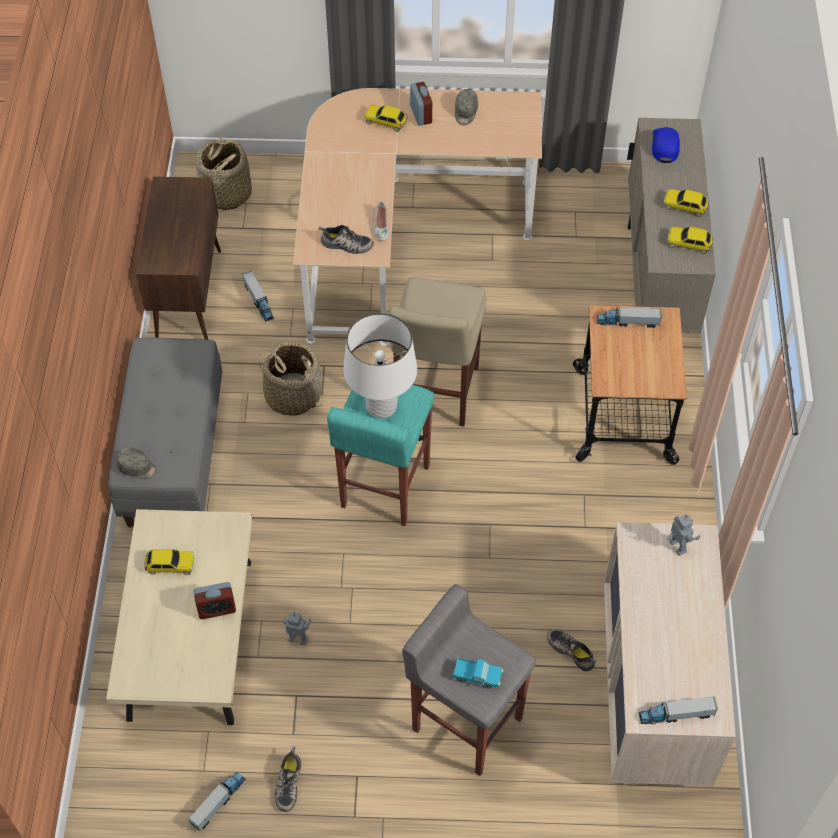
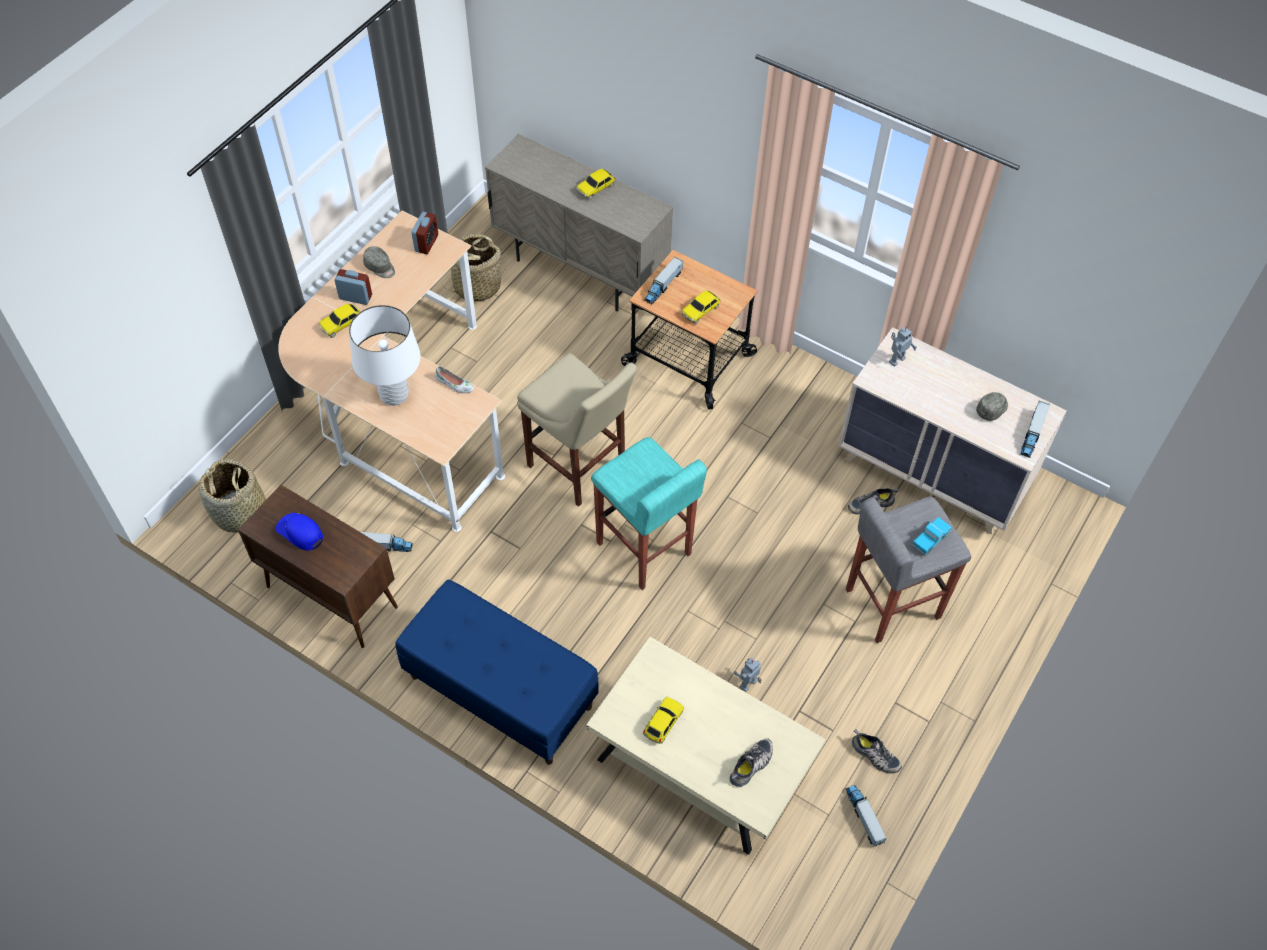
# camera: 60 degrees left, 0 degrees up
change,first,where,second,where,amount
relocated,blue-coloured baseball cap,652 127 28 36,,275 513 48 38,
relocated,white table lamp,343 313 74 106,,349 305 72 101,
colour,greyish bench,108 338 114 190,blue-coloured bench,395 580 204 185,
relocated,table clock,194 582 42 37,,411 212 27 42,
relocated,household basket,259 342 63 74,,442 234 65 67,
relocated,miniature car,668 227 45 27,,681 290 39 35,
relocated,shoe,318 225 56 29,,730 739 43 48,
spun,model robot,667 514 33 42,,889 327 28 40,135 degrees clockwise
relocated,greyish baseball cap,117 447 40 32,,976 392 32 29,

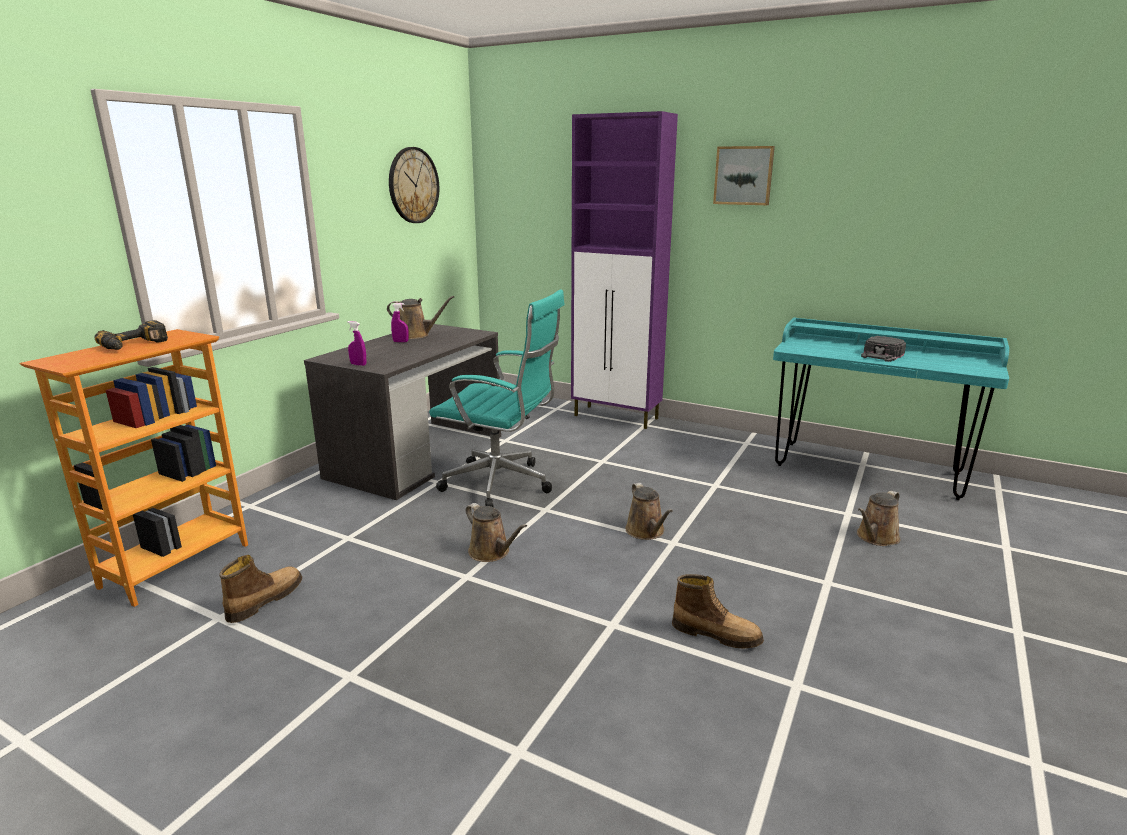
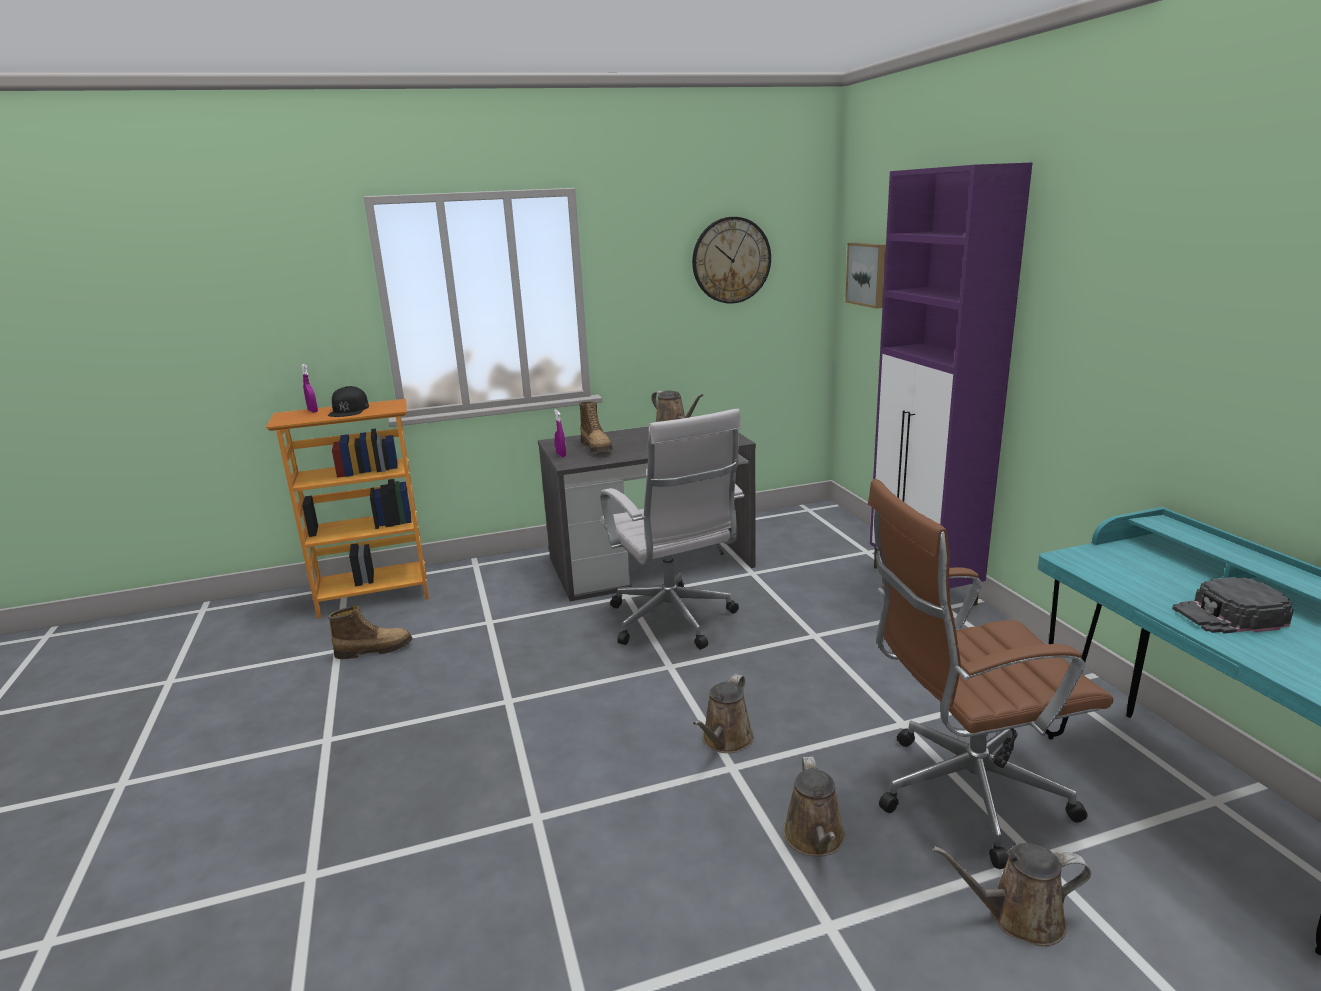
# camera: 45 degrees right, 0 degrees up
change,first,where,second,where,amount
relocated,purple hand sprayer,391 303 18 39,,301 364 17 49,
exchanged,electric drill,94 320 74 30,blackish baseball cap,328 386 41 31,
relocated,tall boot,672 574 92 74,,579 401 34 52,
colour,blue-green desk chair,429 290 136 217,white desk chair,600 409 145 240,
relocated,brownish sprinkling can,466 503 61 59,,783 756 62 101,
relocated,picture,713 146 62 59,,845 242 41 67,
appeared,,,brownish desk chair,868 479 245 390,

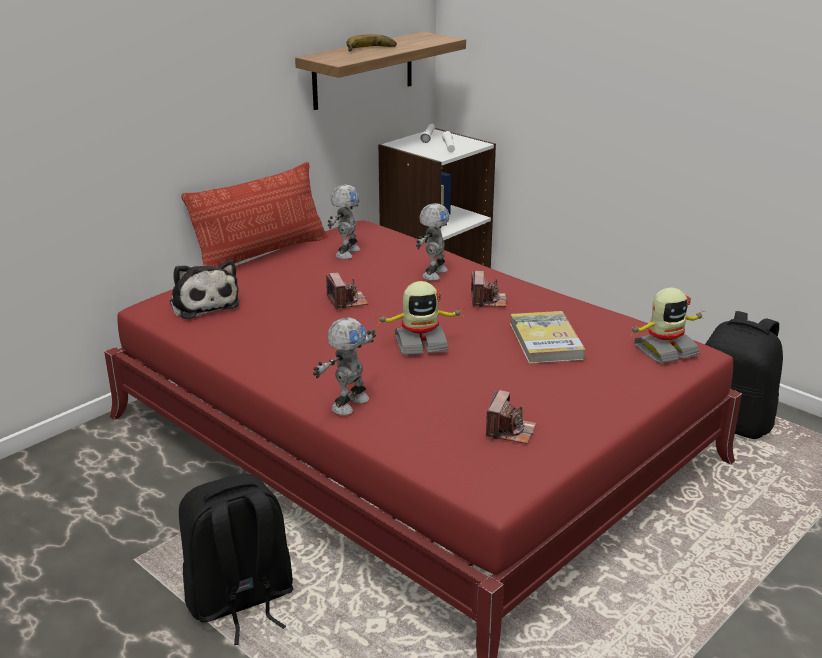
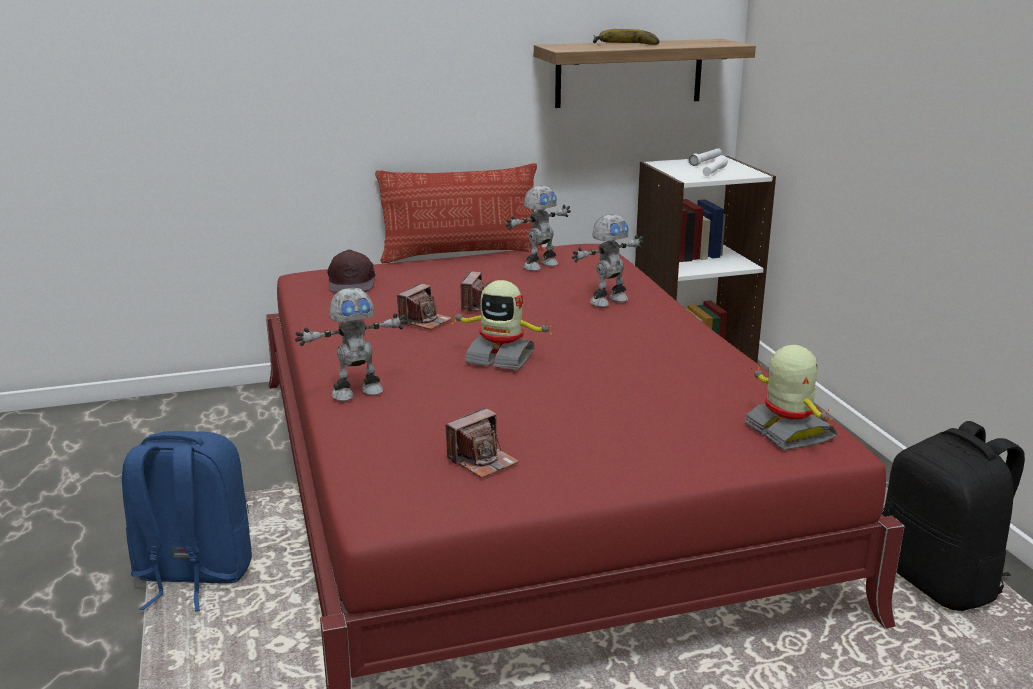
# camera: 30 degrees right, 5 degrees down
change,first,where,second,where,amount
colour,blackish rucksack,179 473 115 172,blue-coloured rucksack,122 431 130 181,
exchanged,soft toy,170 260 70 60,brownish baseball cap,327 249 48 44,
relocated,photo camera,471 271 36 37,,397 284 55 46,
spun,model robot,628 288 77 76,,744 345 93 105,120 degrees counterclockwise
missing,bound book,510 311 75 53,,,

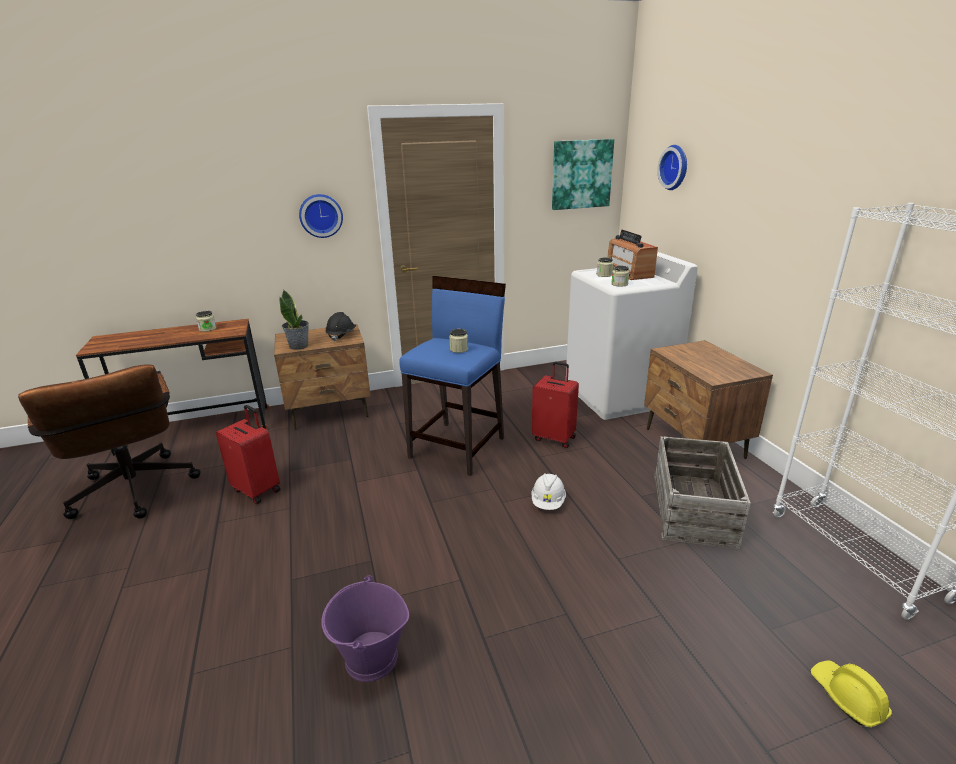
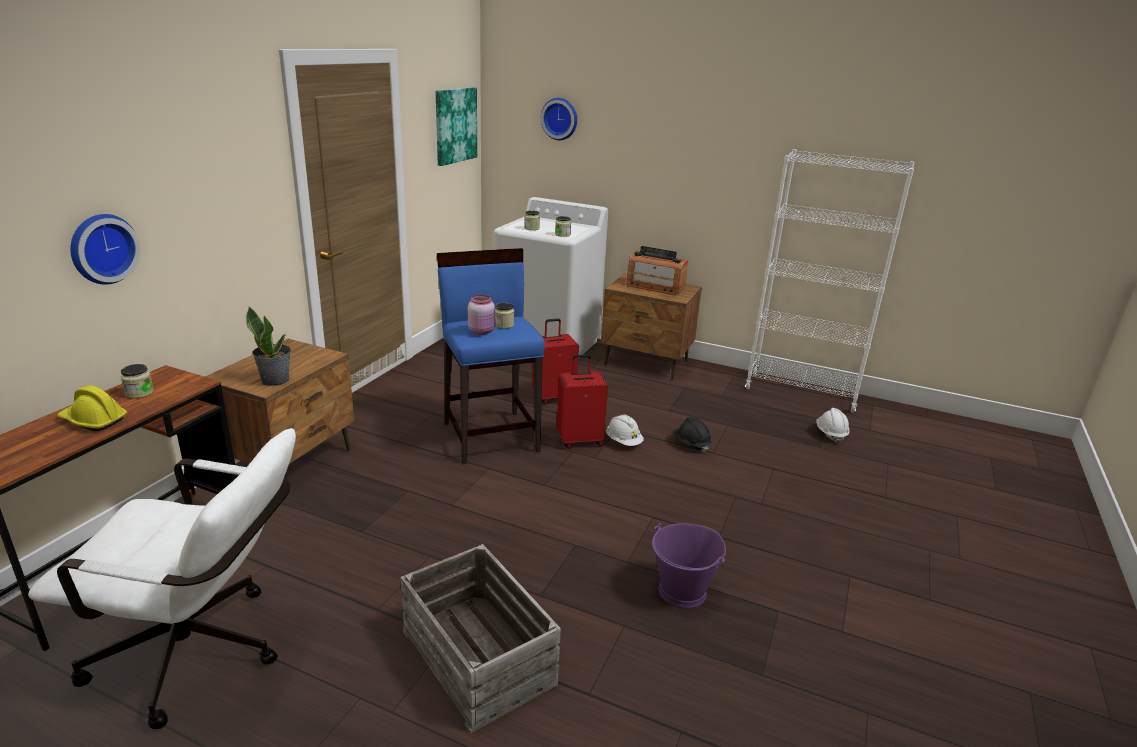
# camera: 50 degrees left, 0 degrees up
change,first,where,second,where,amount
colour,brownish desk chair,18 364 183 155,white desk chair,28 428 268 301,
relocated,yellowish work helmet,811 660 81 67,,57 386 70 46,
relocated,wall clock,299 194 44 44,,70 214 71 71,
relocated,packing crate,654 436 97 113,,400 544 161 189,
appeared,,,pink preserve jar,468 295 27 40,
relocated,red-coloured suitcase,216 405 64 99,,557 354 51 94,
relocated,radio set,607 230 51 50,,626 246 62 50,
relocated,blackish work helmet,326 312 30 29,,673 417 38 35,
appeared,,,white work helmet,816 408 34 36,

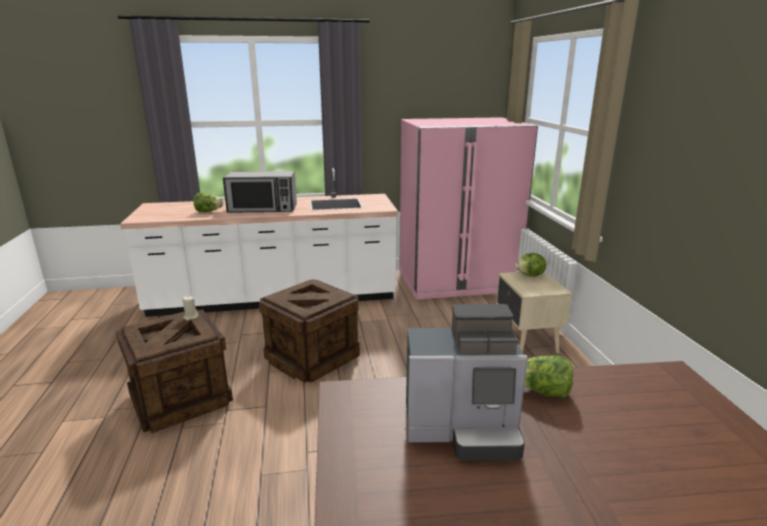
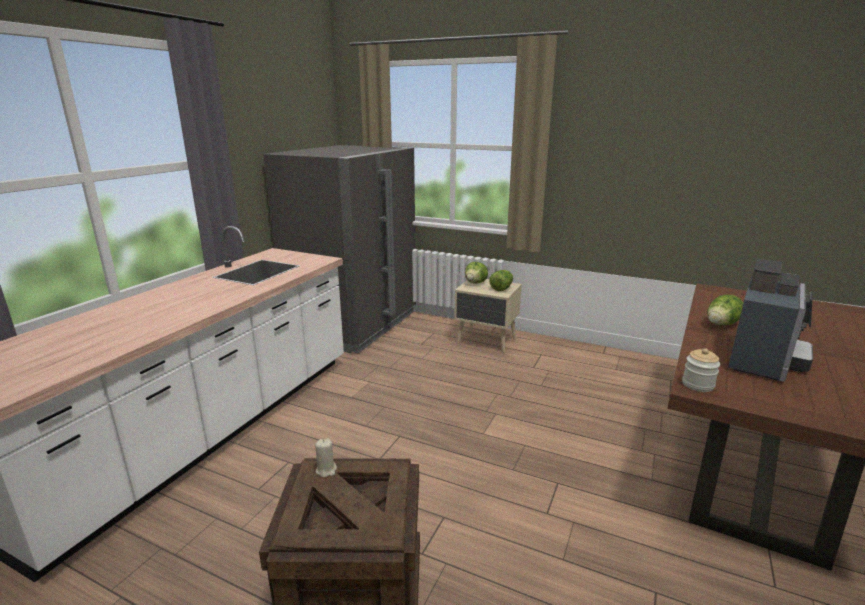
# camera: 55 degrees left, 0 degrees up
change,first,where,second,where,amount
colour,pink kitchen fridge,399 117 139 182,greyish kitchen fridge,263 145 153 208,
relocated,head of lettuce,194 192 29 20,,489 270 24 21,
appeared,,,preserve jar,682 348 38 44,
missing,kitchen microwave,223 171 74 42,,,
missing,packing crate,259 279 101 104,,,

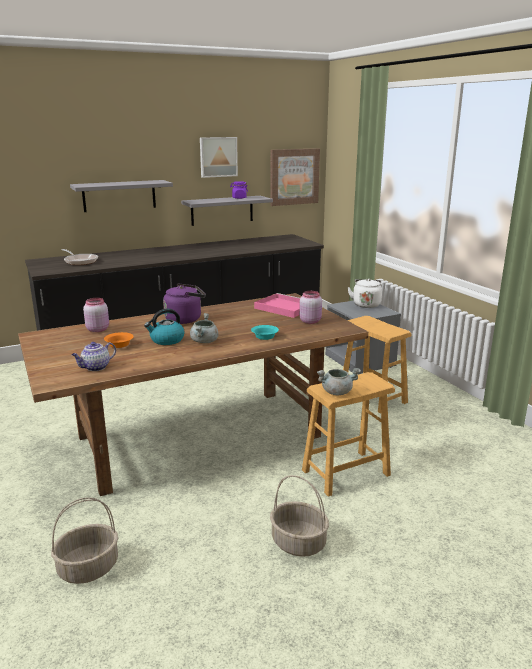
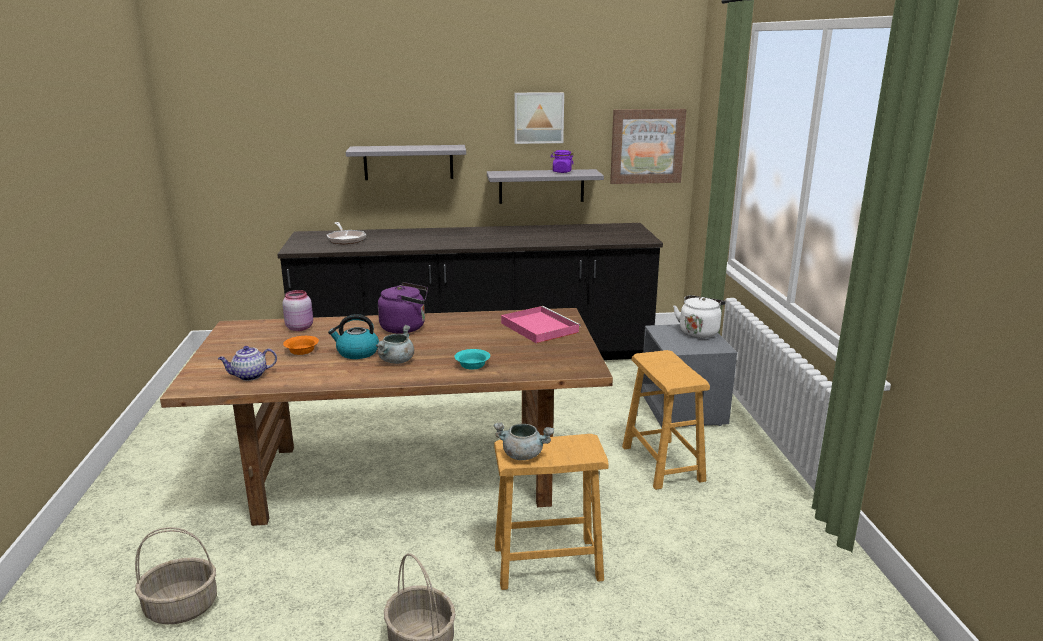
# camera: 20 degrees right, 0 degrees up
change,first,where,second,where,amount
missing,pink preserve jar,299 291 23 33,,,

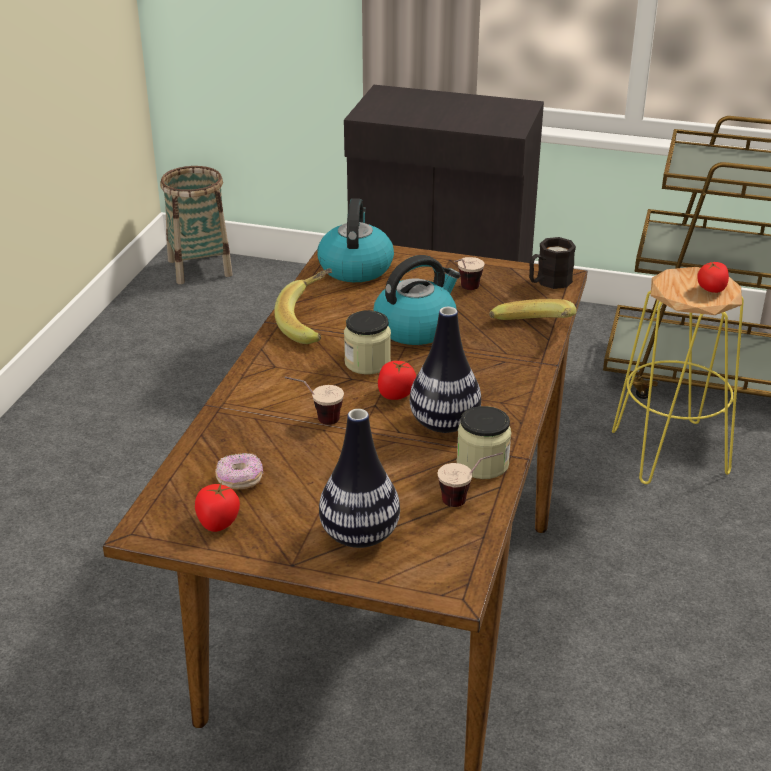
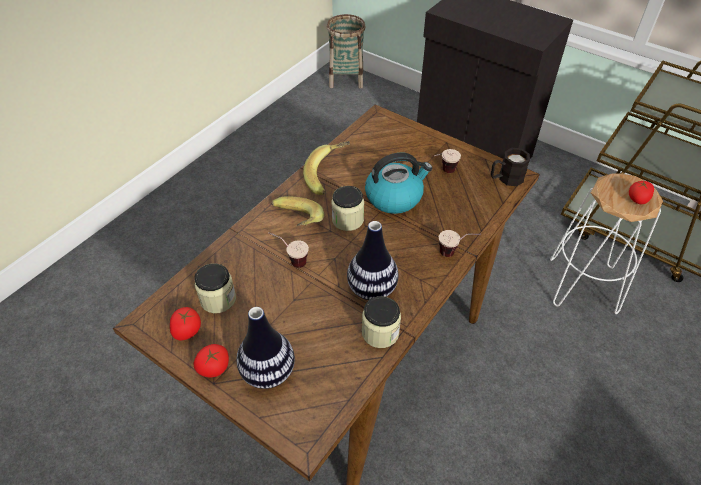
# camera: 20 degrees right, 15 degrees up
change,first,where,second,where,amount
exchanged,ring doughnut,215 453 48 37,preserve jar,194 263 42 50,
relocated,whole tomato,378 361 38 39,,194 344 35 33,
relocated,banana,489 299 87 21,,272 196 52 30,
relocated,cup,437 452 66 55,,439 230 42 27,
colour,yellowish stool,612 267 132 217,white stool,550 173 113 141,
missing,tea kettle,317 198 77 84,,,

